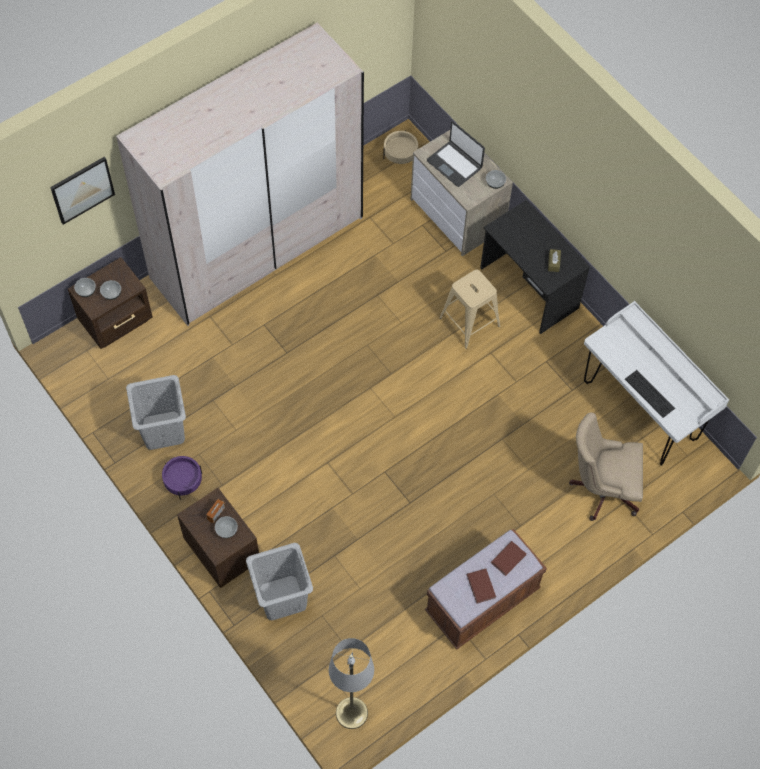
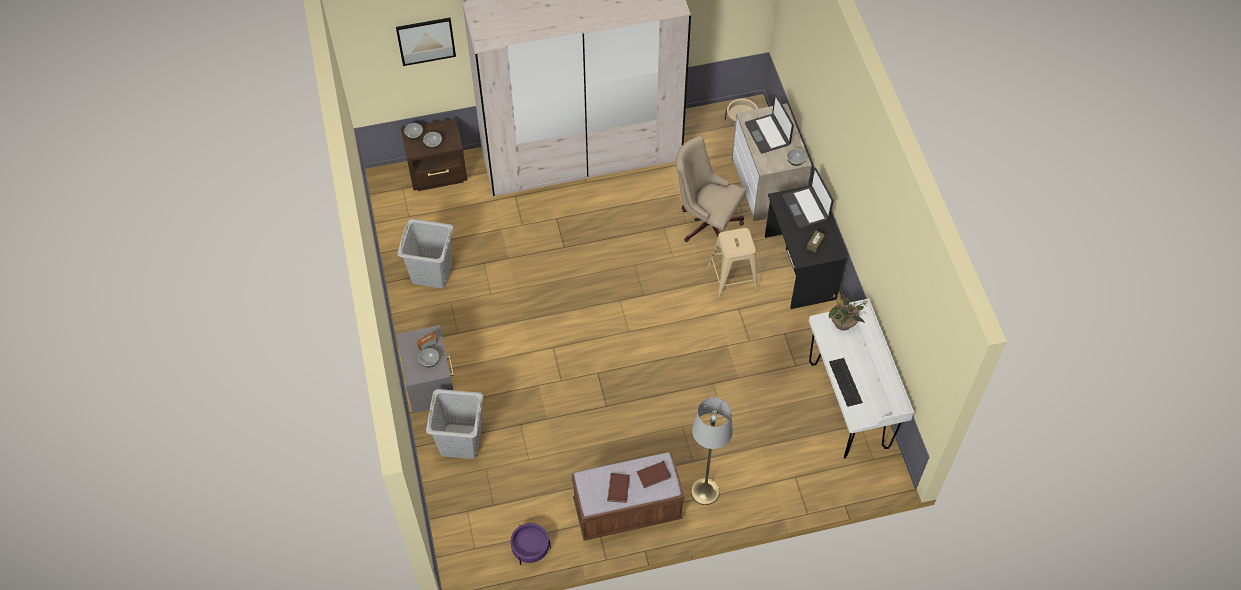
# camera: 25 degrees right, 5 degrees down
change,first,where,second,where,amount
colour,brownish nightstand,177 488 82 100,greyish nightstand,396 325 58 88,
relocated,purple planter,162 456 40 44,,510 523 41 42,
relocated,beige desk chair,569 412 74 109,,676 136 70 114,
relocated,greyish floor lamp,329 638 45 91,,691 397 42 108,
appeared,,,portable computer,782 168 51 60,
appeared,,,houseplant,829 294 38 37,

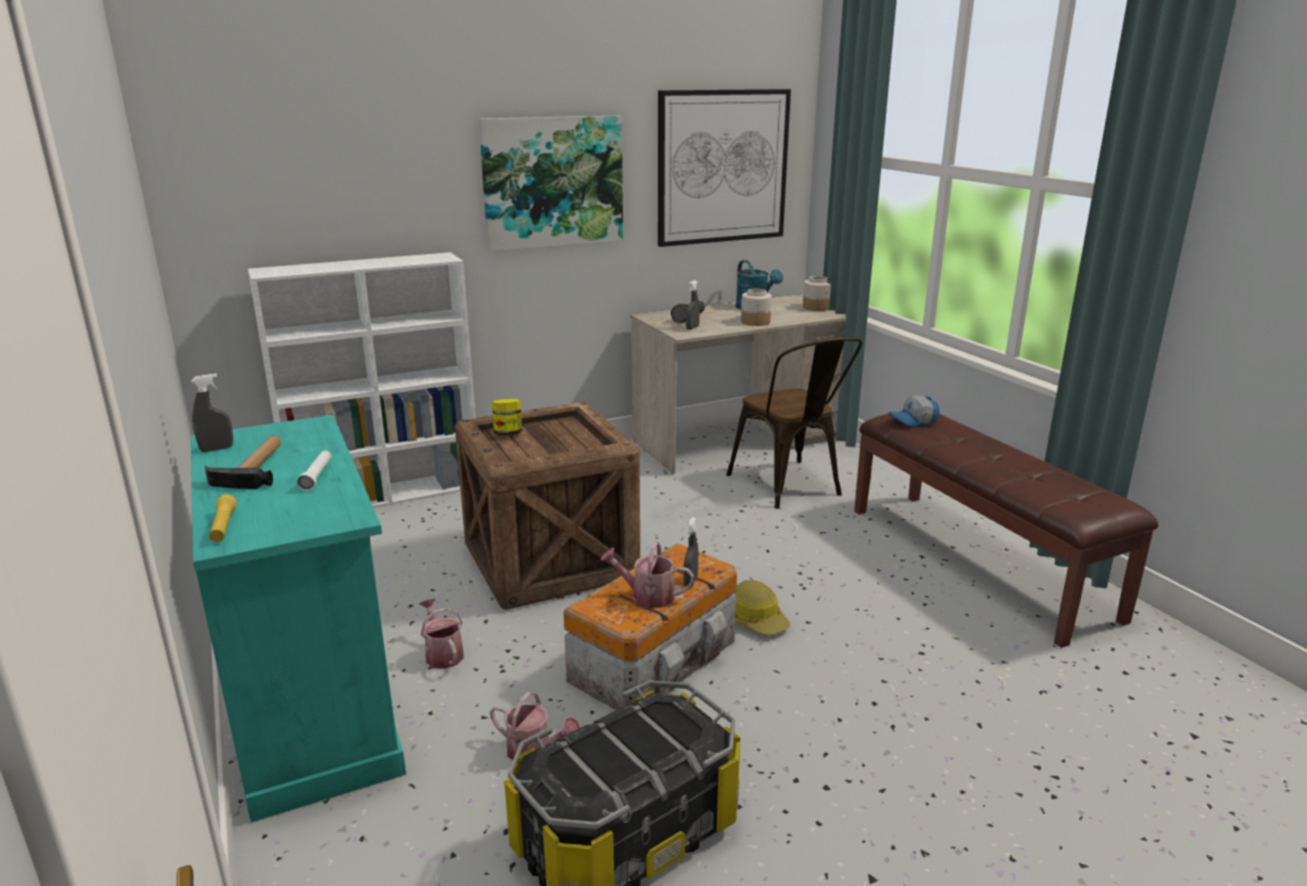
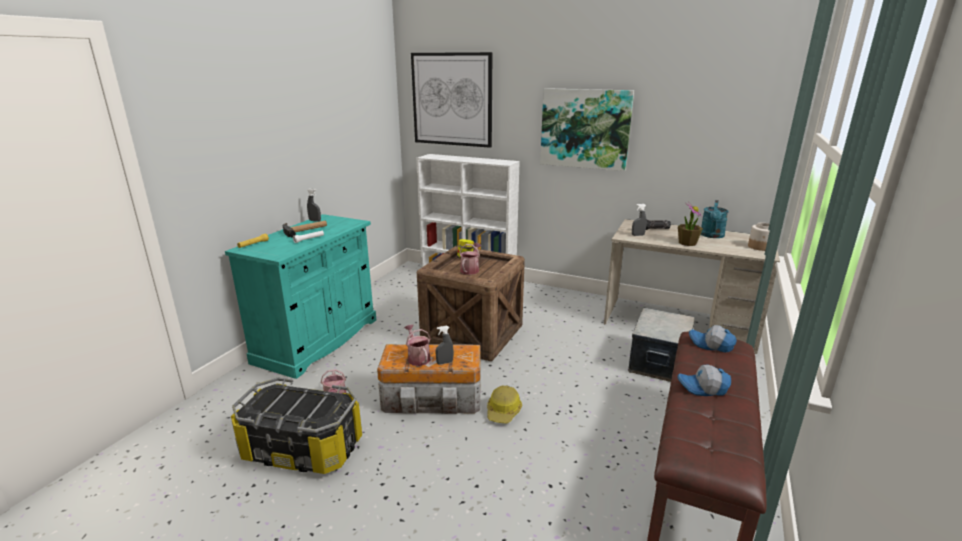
# camera: 50 degrees right, 0 degrees up
change,first,where,second,where,amount
relocated,picture,658 89 133 158,,411 52 82 96,
relocated,sprinkling can,419 598 45 71,,459 243 22 32,
exchanged,brownish chair,726 337 136 172,storage box,628 308 67 74,
appeared,,,baseball cap,677 364 54 32,
exchanged,preserve jar,741 289 31 37,houseplant,678 203 25 43,

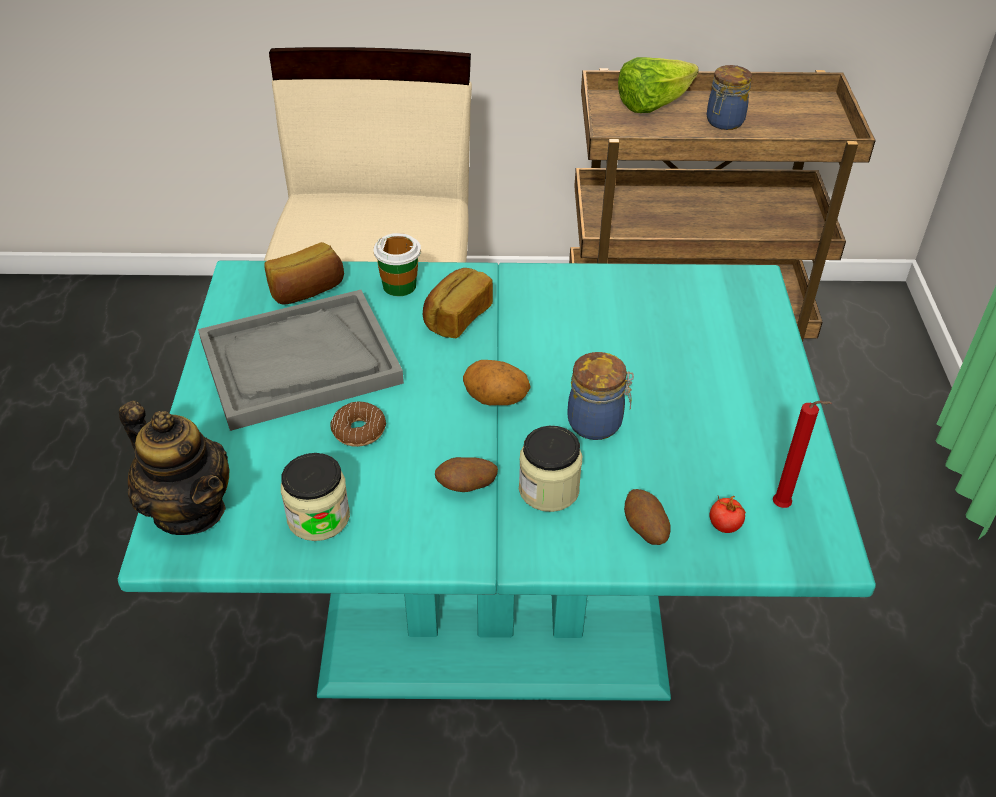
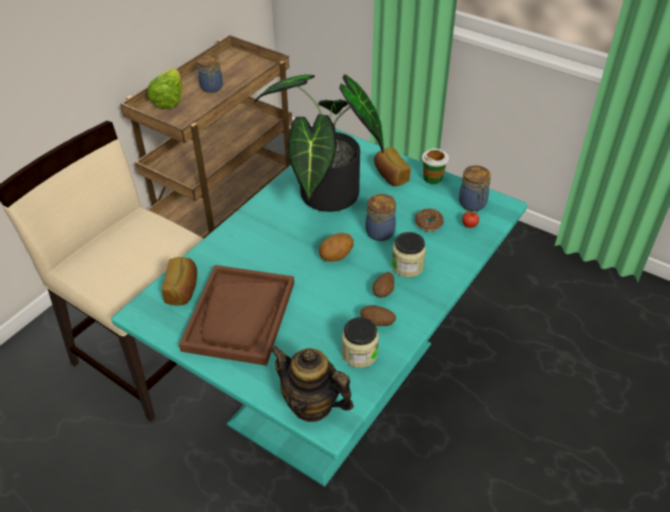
# camera: 55 degrees left, 0 degrees up
change,first,where,second,where,amount
colour,greyish tray,198 290 206 141,brownish tray,179 265 115 101,
appeared,,,houseplant,254 74 130 138,
spun,teapot,119 401 110 134,,270 346 84 76,135 degrees counterclockwise
relocated,whole potato,624 489 47 56,,360 305 36 21,
relocated,bread,423 268 70 70,,374 148 37 38,
relocated,ring doughnut,330 401 56 46,,415 209 29 22,
relocated,cup,373 233 48 63,,422 149 27 35,
exchanged,red-coloured wax light,773 400 58 108,preserve jar,459 165 32 46,

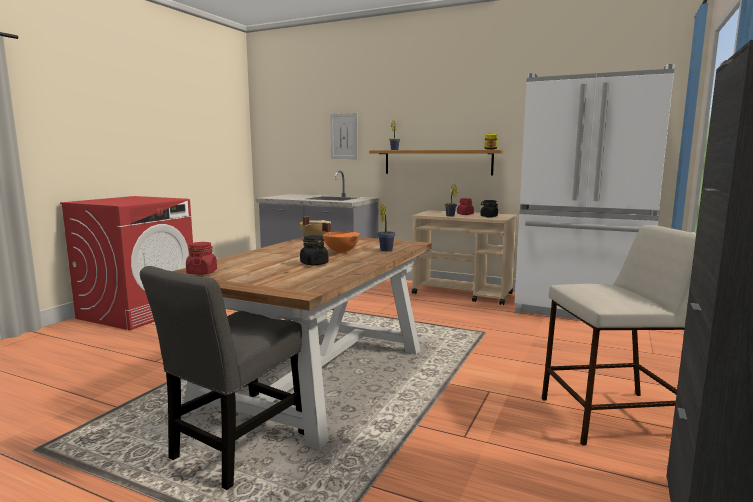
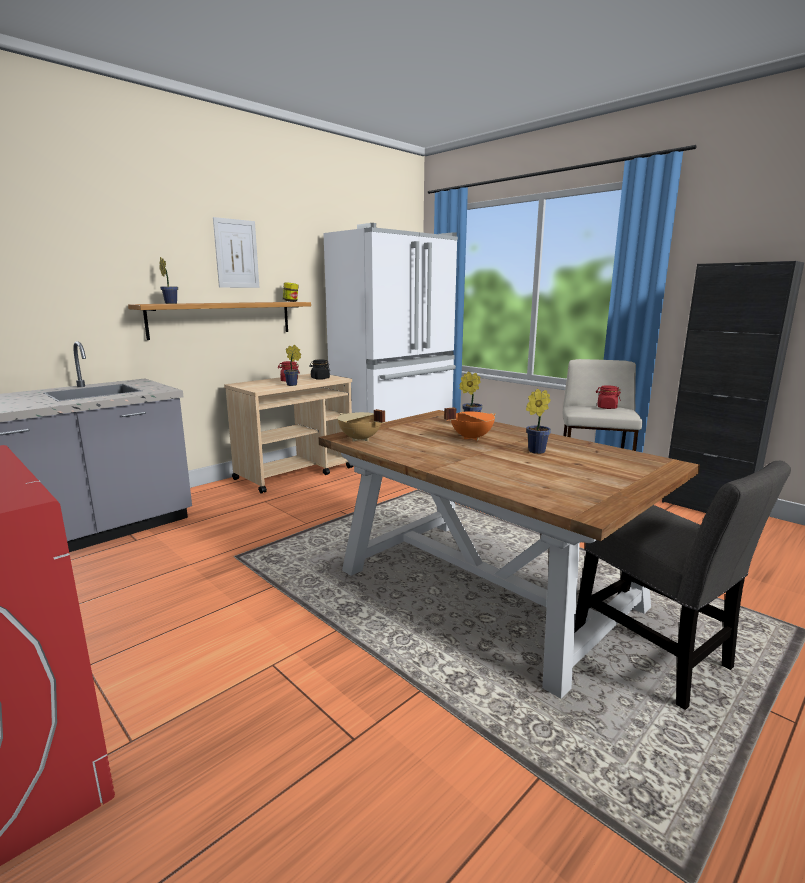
# camera: 70 degrees left, 5 degrees up
change,first,where,second,where,amount
relocated,picture,330 113 28 46,,213 217 46 71,
exchanged,blackish preserve jar,300 235 28 30,houseplant,526 389 25 65,
relocated,red-coloured preserve jar,186 242 31 33,,596 385 25 24,

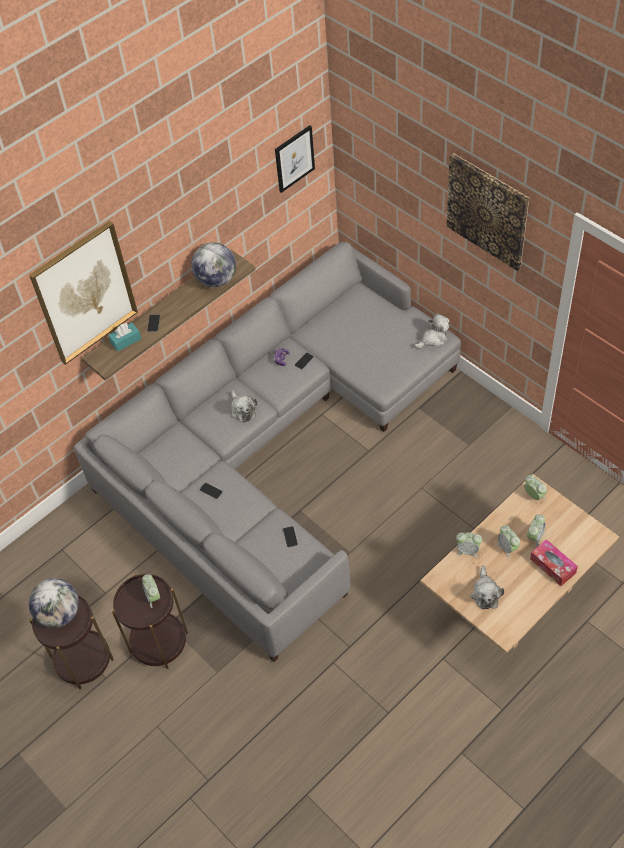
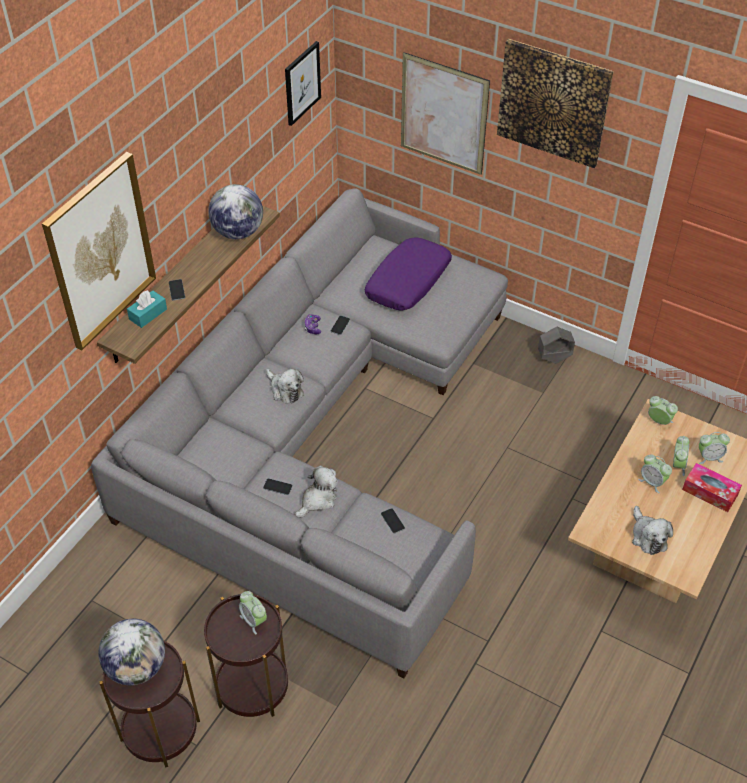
# camera: 20 degrees left, 5 degrees down
change,first,where,second,where,amount
relocated,soft toy,414 313 35 36,,295 465 43 53,
appeared,,,purple throw pillow,365 237 87 74,
appeared,,,picture,401 52 89 123,
appeared,,,greyish planter,538 327 37 37,
relocated,table clock,456 532 26 25,,699 432 31 32,

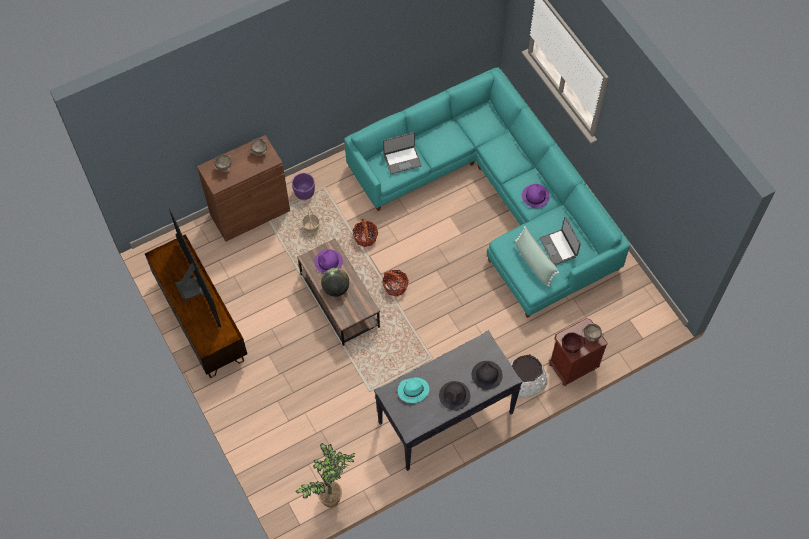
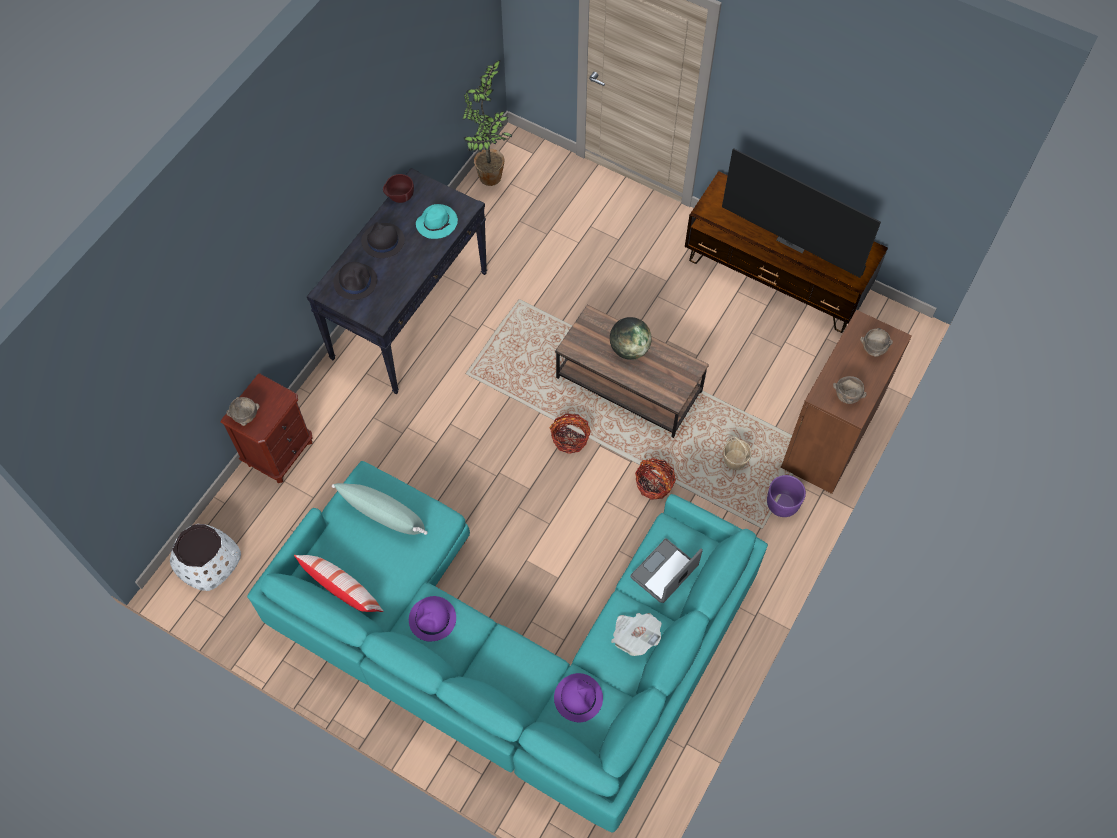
# camera: 150 degrees right, 0 degrees up
change,first,where,second,where,amount
relocated,white planter,510 354 38 44,,170 524 71 67,
appeared,,,throw pillow,294 555 90 57,
relocated,brownish serving bowl,562 332 23 21,,383 174 31 29,
relocated,purple hat,314 249 29 24,,554 673 49 49,
appeared,,,daily paper,611 613 51 43,
missing,portable computer,539 217 42 48,,,

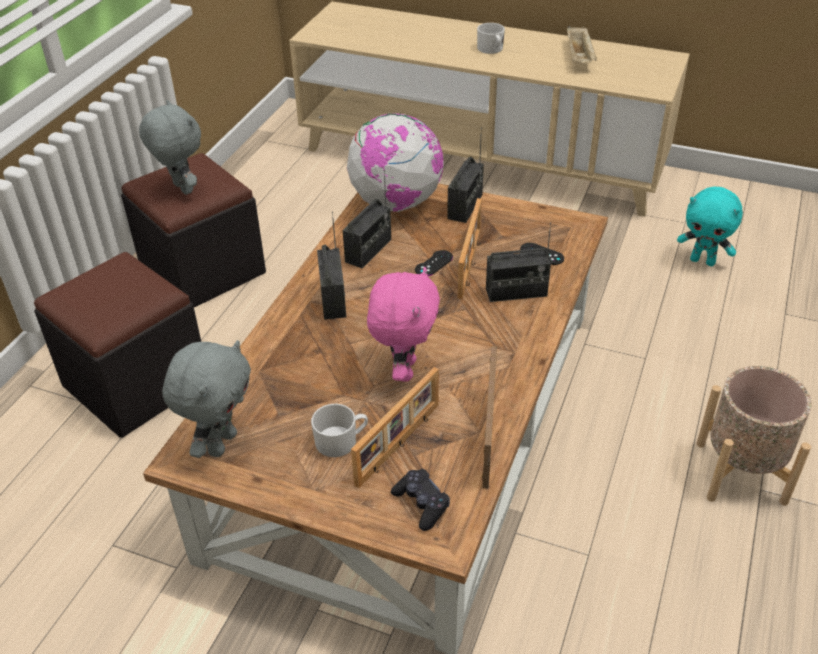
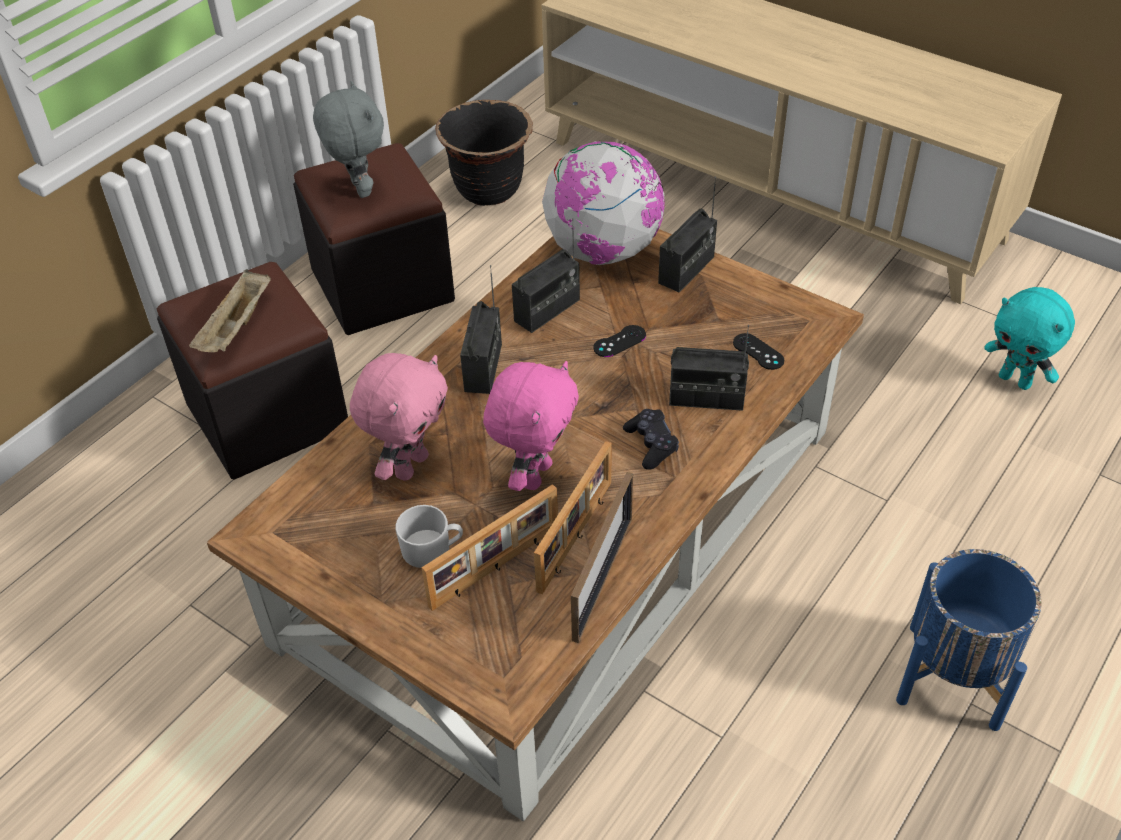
# camera: 15 degrees right, 5 degrees up
change,first,where,second,where,amount
relocated,beige tray,567 25 30 38,,189 269 82 83,
appeared,,,pink soft toy,350 353 98 128,
appeared,,,blackish planter,435 100 98 106,
relocated,standing frame,458 198 24 101,,534 441 78 153,
relocated,blackish game controller,391 469 59 62,,623 409 56 61,
colour,beige planter,696 366 116 140,blue-coloured planter,896 549 146 182,
missing,greyish soft toy,162 340 89 118,,,
missing,white mug,477 23 28 31,,,

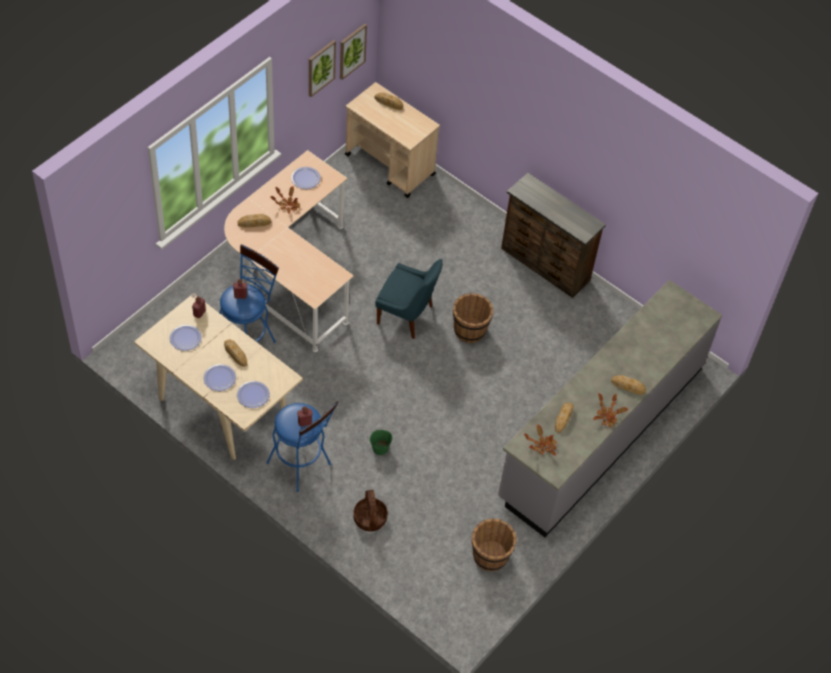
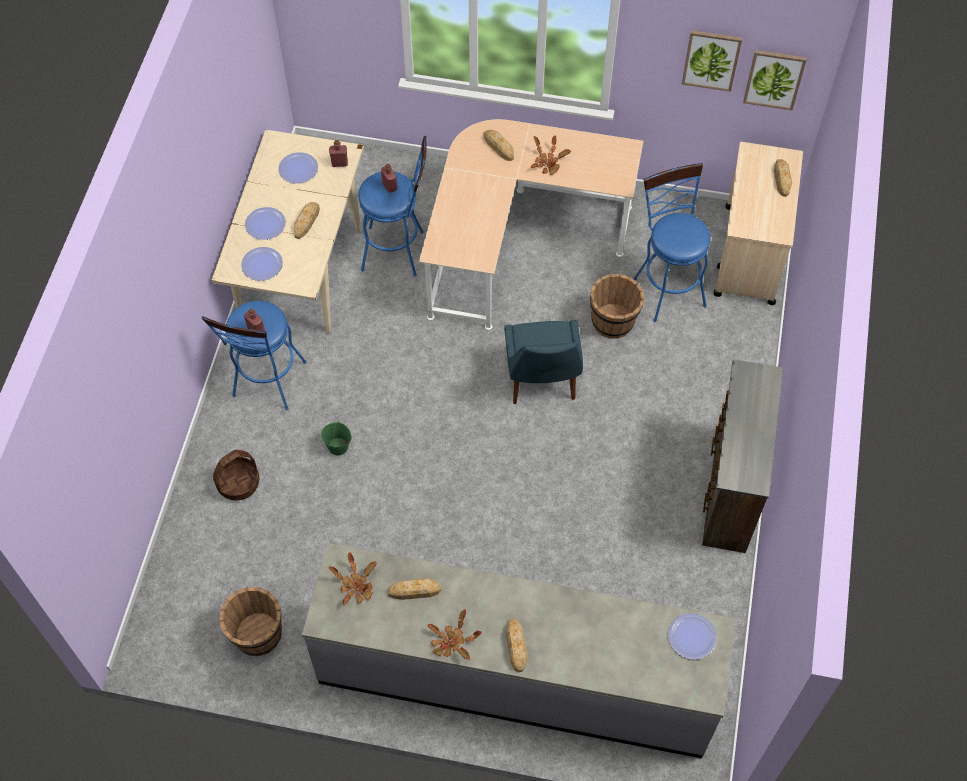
# camera: 65 degrees right, 5 degrees up
change,first,where,second,where,amount
relocated,brownish pail,453 293 41 50,,590 274 54 65,
appeared,,,blue-coloured stool,633 163 77 159,
relocated,dinner plate,291 167 30 22,,668 613 49 47,

